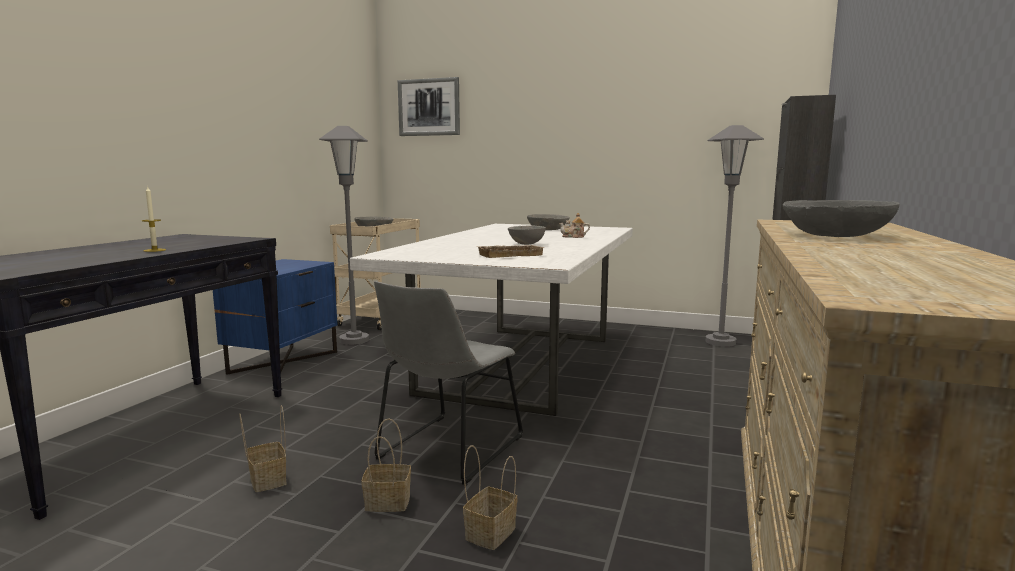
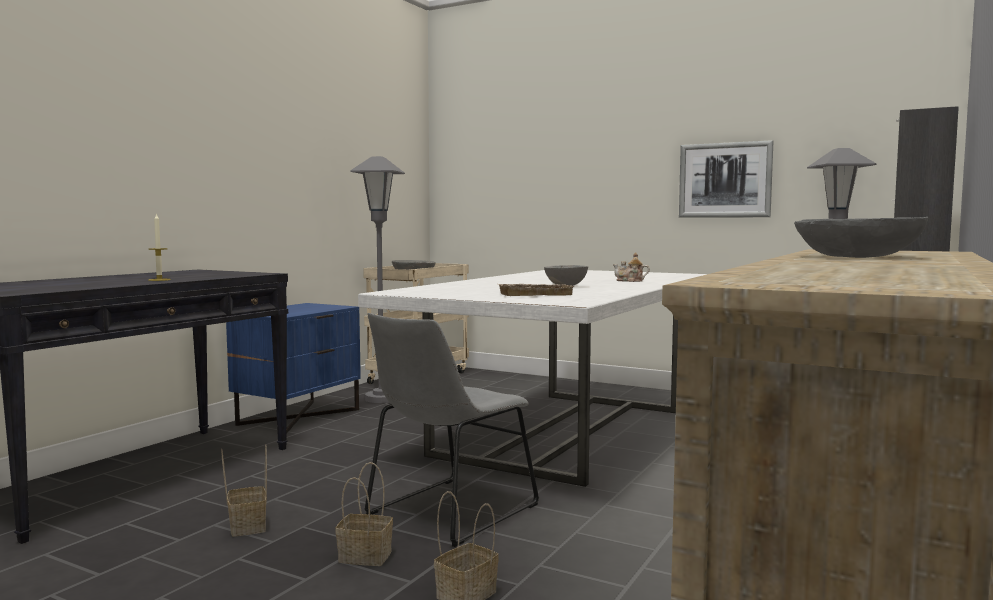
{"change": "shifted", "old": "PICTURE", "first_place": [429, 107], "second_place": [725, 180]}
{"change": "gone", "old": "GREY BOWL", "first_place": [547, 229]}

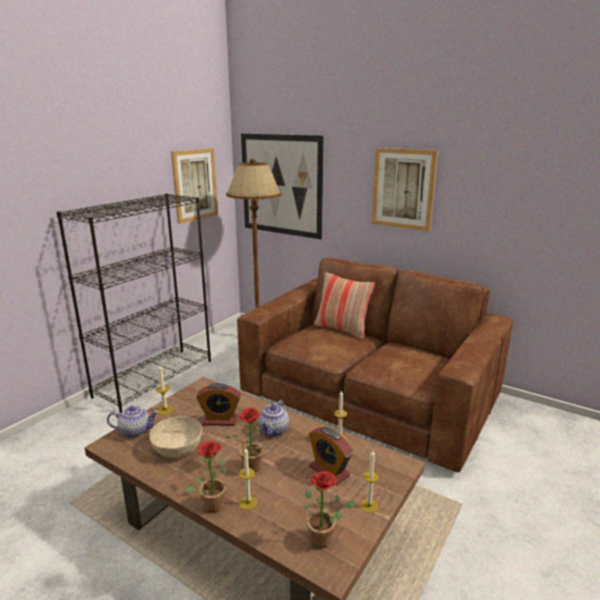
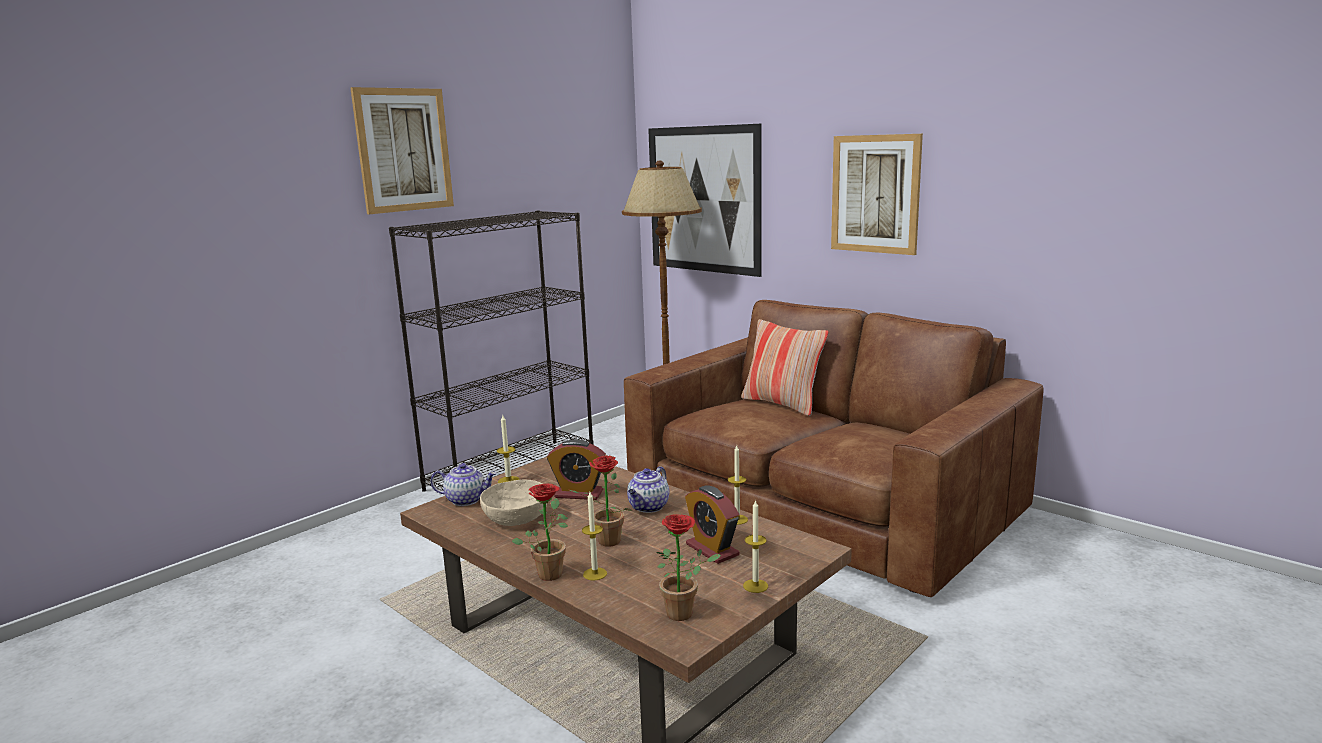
{"change": "shifted", "old": "PICTURE", "first_place": [195, 185], "second_place": [404, 150]}

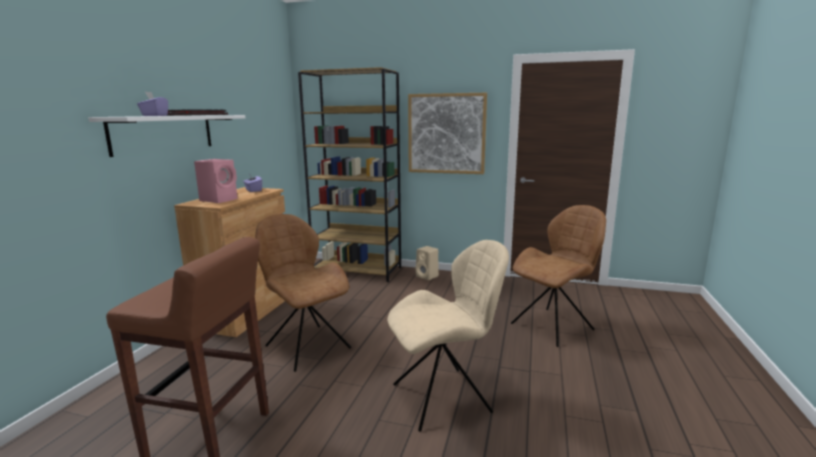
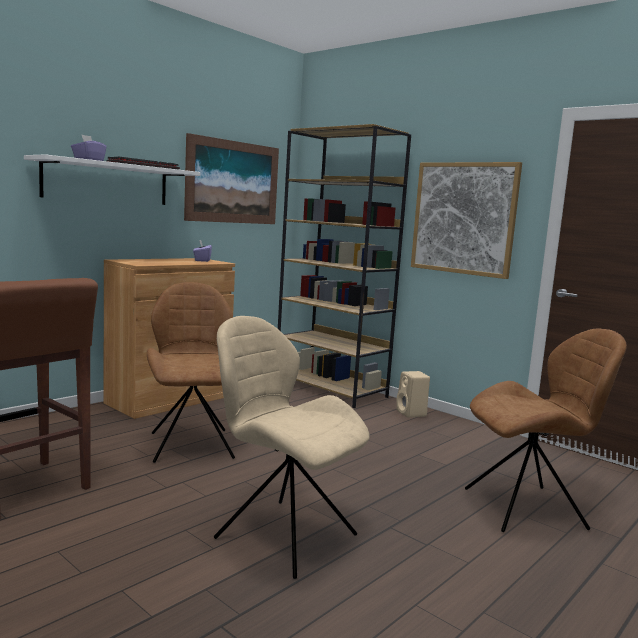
{"change": "gone", "old": "PINK SPEAKER", "first_place": [220, 200]}
{"change": "rotated", "old": "BEIGE CHAIR", "first_place": [444, 397], "second_place": [282, 534], "degrees": -150}
{"change": "new", "new": "PICTURE", "second_place": [233, 182]}

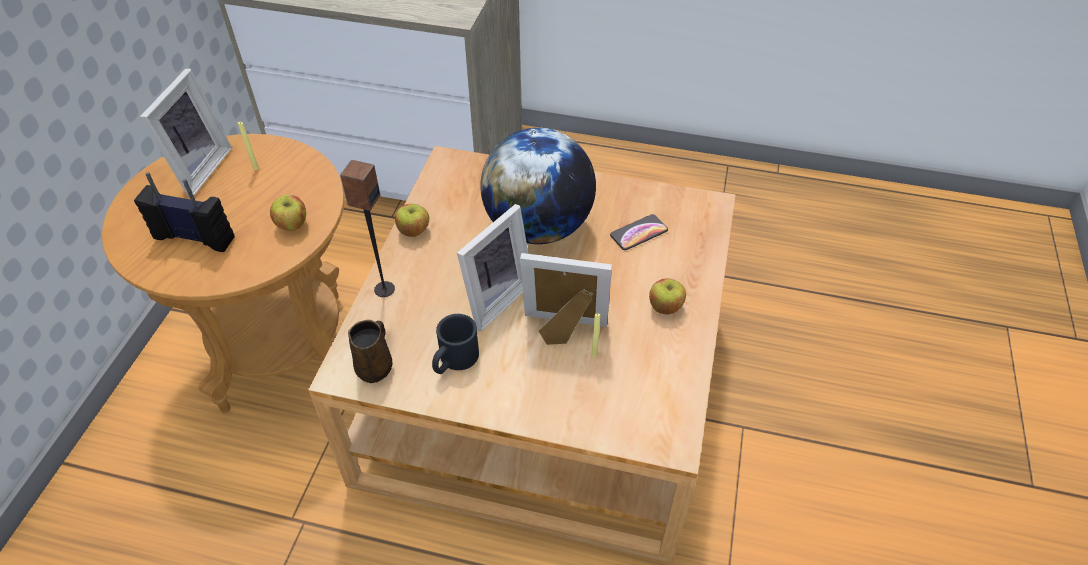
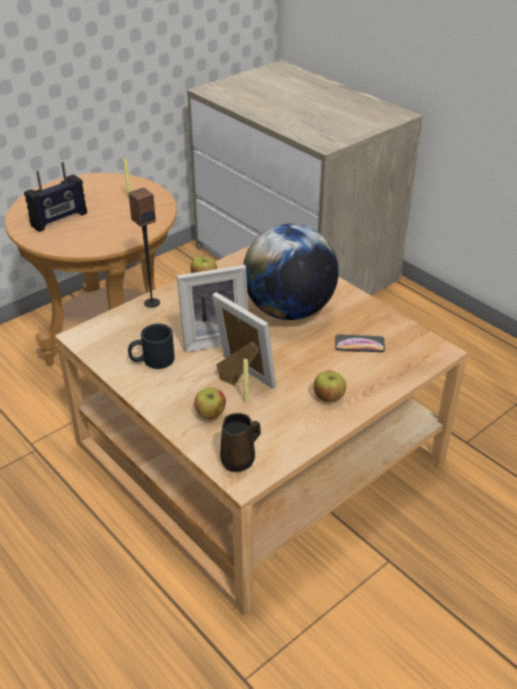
{"change": "rotated", "old": "RADIO", "first_place": [195, 237], "second_place": [59, 220], "degrees": 90}
{"change": "gone", "old": "PICTURE FRAME", "first_place": [197, 169]}
{"change": "shifted", "old": "APPLE", "first_place": [292, 225], "second_place": [210, 414]}
{"change": "shifted", "old": "BROWN MUG", "first_place": [375, 367], "second_place": [239, 460]}

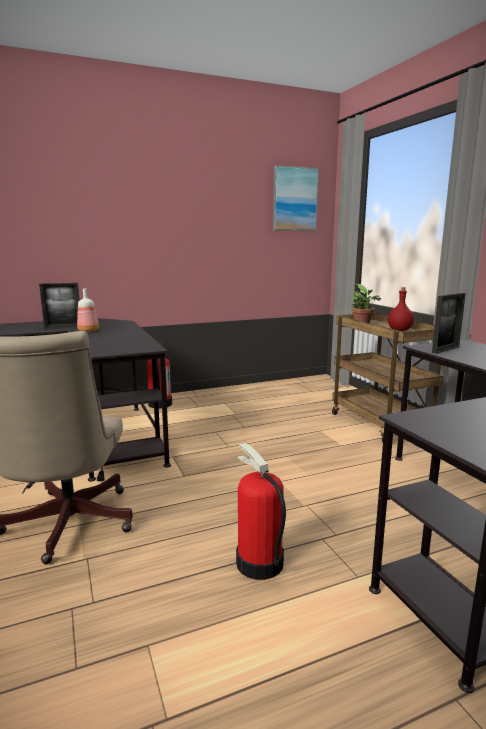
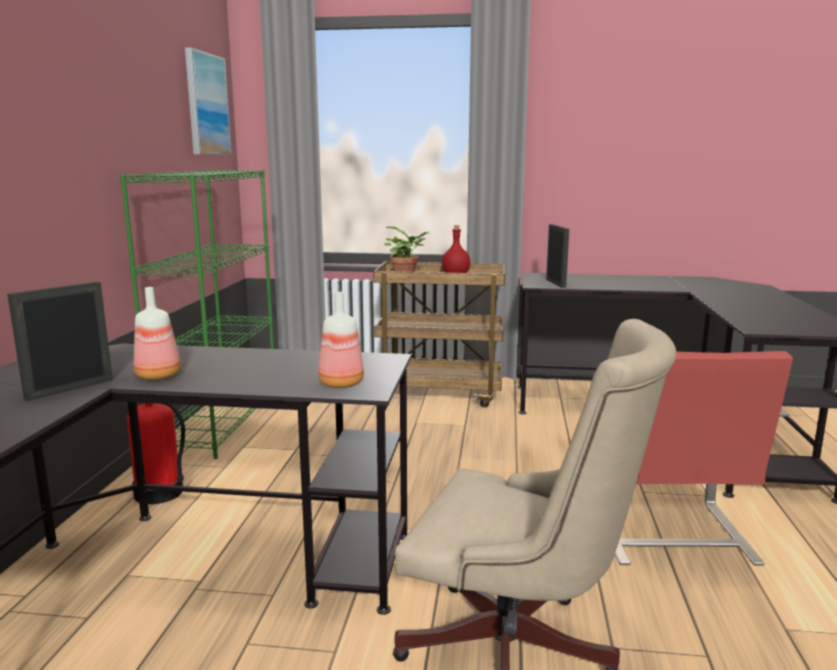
{"change": "rotated", "old": "PICTURE FRAME", "first_place": [63, 327], "second_place": [69, 389], "degrees": -150}
{"change": "swapped", "old": "FIRE EXTINGUISHER", "new": "RED CHAIR", "first_place": [258, 563], "second_place": [670, 534]}
{"change": "new", "new": "GREEN BOOKCASE", "second_place": [220, 422]}
{"change": "new", "new": "BOTTLE", "second_place": [339, 384]}

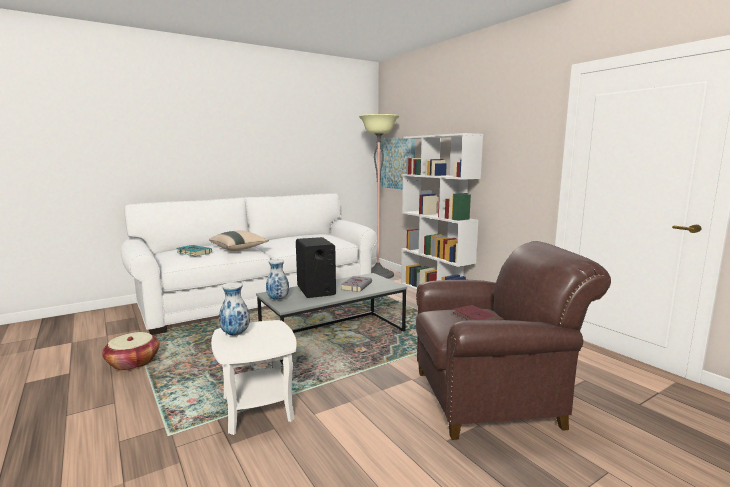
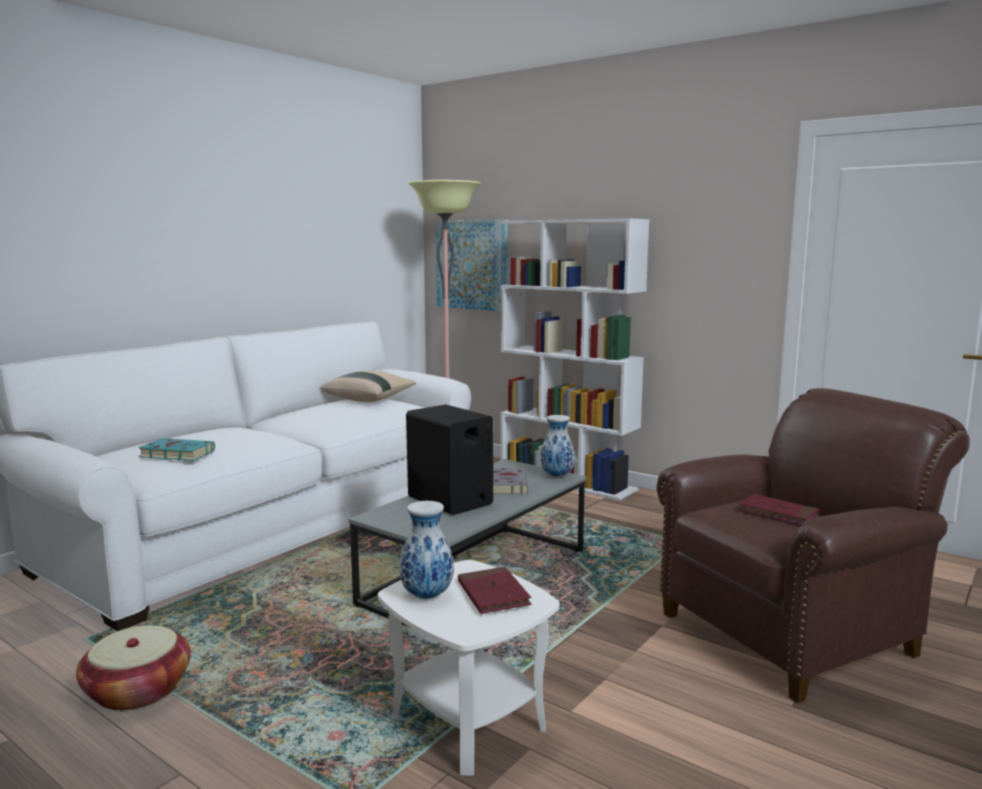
{"change": "shifted", "old": "BEIGE PILLOW", "first_place": [239, 249], "second_place": [369, 399]}
{"change": "shifted", "old": "VASE", "first_place": [277, 299], "second_place": [556, 476]}
{"change": "new", "new": "RED BOOK", "second_place": [493, 594]}

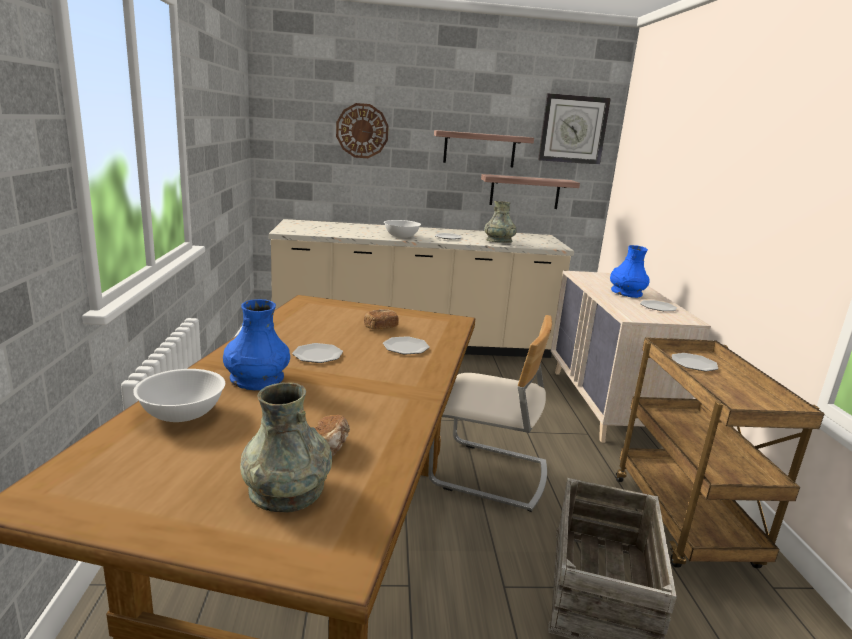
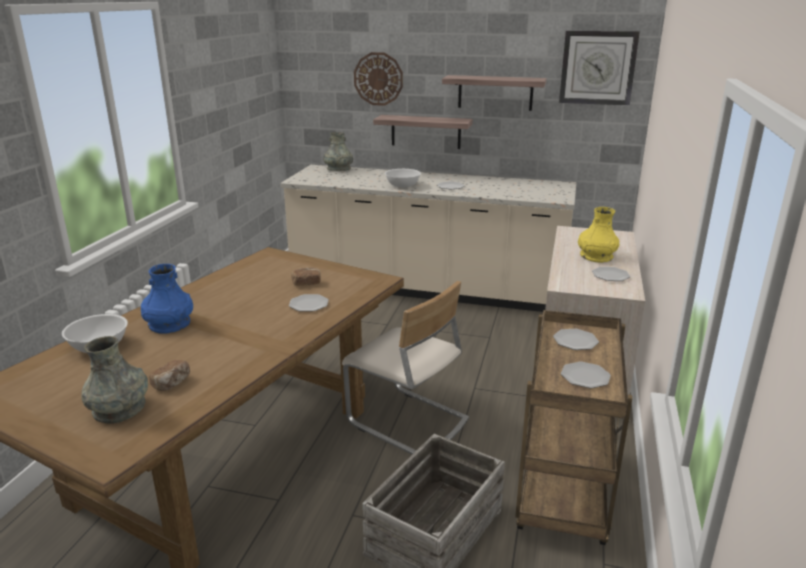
{"change": "shifted", "old": "PLATE", "first_place": [318, 355], "second_place": [585, 377]}
{"change": "shifted", "old": "SHELF", "first_place": [525, 192], "second_place": [426, 132]}
{"change": "shifted", "old": "GREY VASE", "first_place": [499, 241], "second_place": [338, 169]}
{"change": "repainted", "old": "BLUE VASE", "new": "YELLOW VASE", "first_place": [626, 293], "second_place": [596, 256]}

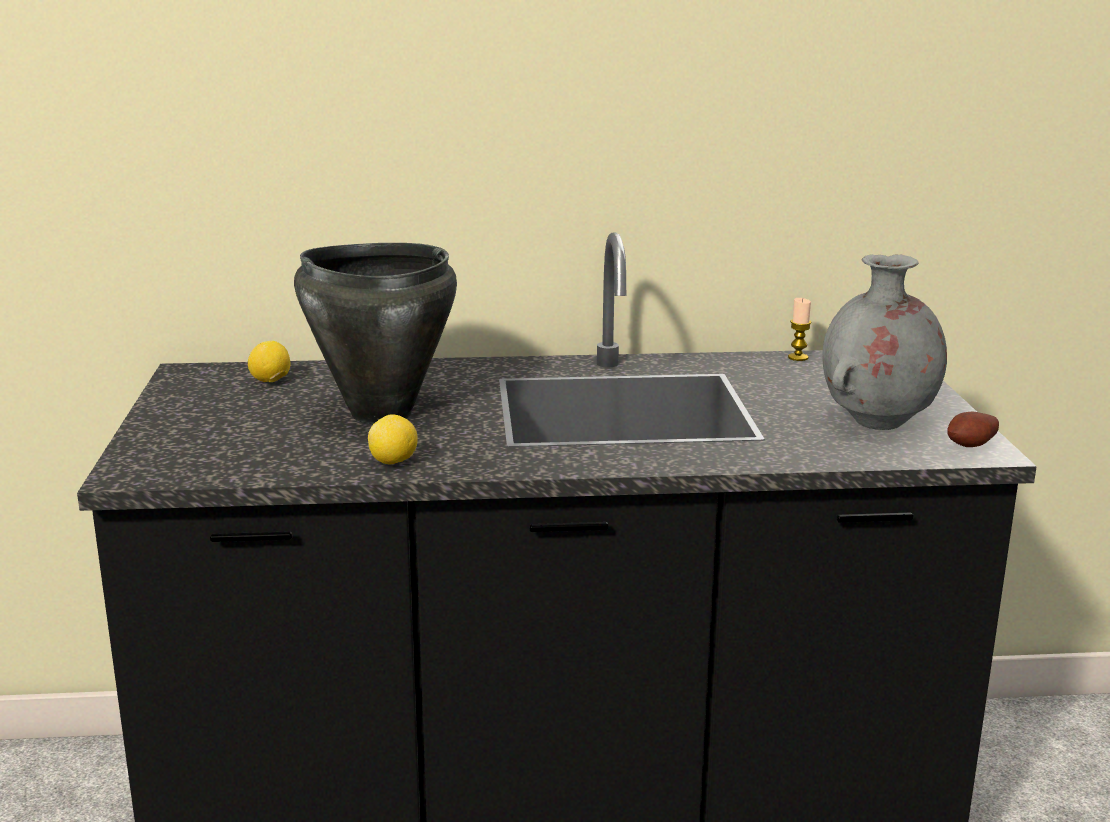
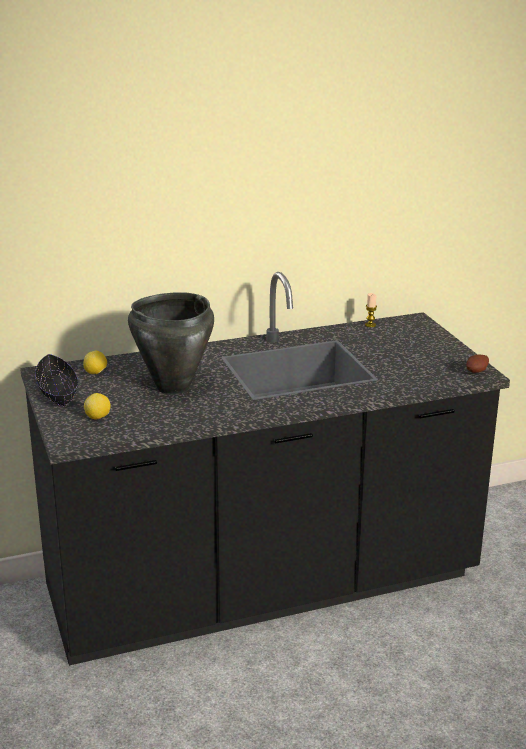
{"change": "shifted", "old": "LEMON", "first_place": [394, 462], "second_place": [98, 417]}
{"change": "gone", "old": "GREY VASE", "first_place": [877, 424]}
{"change": "new", "new": "BLACK BOWL", "second_place": [57, 391]}

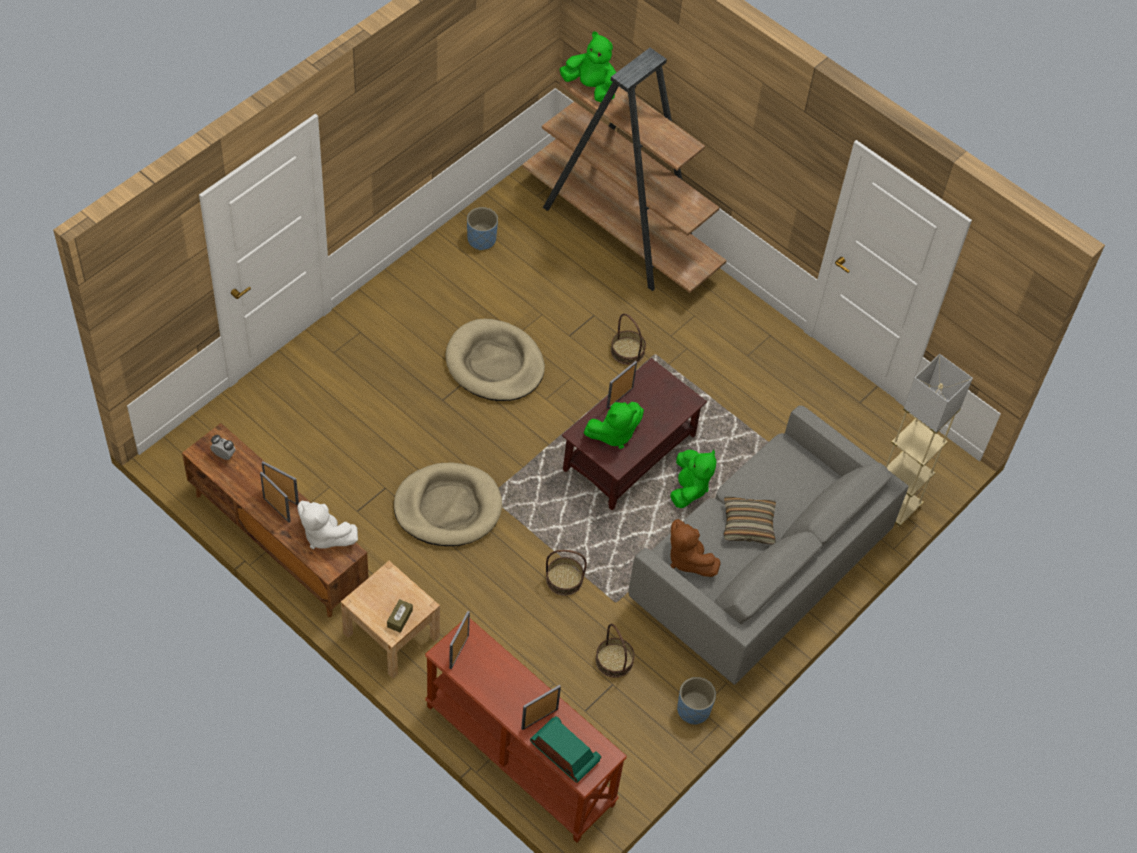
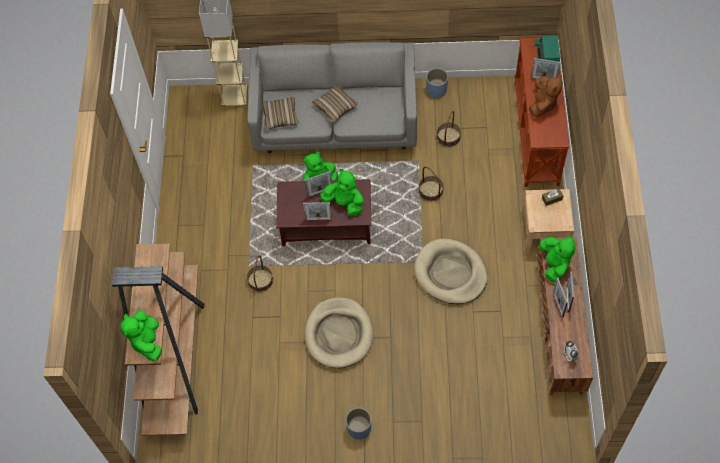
{"change": "repainted", "old": "WHITE PLUSH TOY", "new": "GREEN PLUSH TOY", "first_place": [324, 535], "second_place": [554, 264]}
{"change": "shifted", "old": "PICTURE FRAME", "first_place": [459, 651], "second_place": [320, 192]}
{"change": "shifted", "old": "BLUE PLANTER", "first_place": [481, 239], "second_place": [359, 428]}
{"change": "shifted", "old": "BROWN PLUSH TOY", "first_place": [688, 559], "second_place": [543, 104]}
{"change": "new", "new": "PILLOW", "second_place": [280, 116]}

